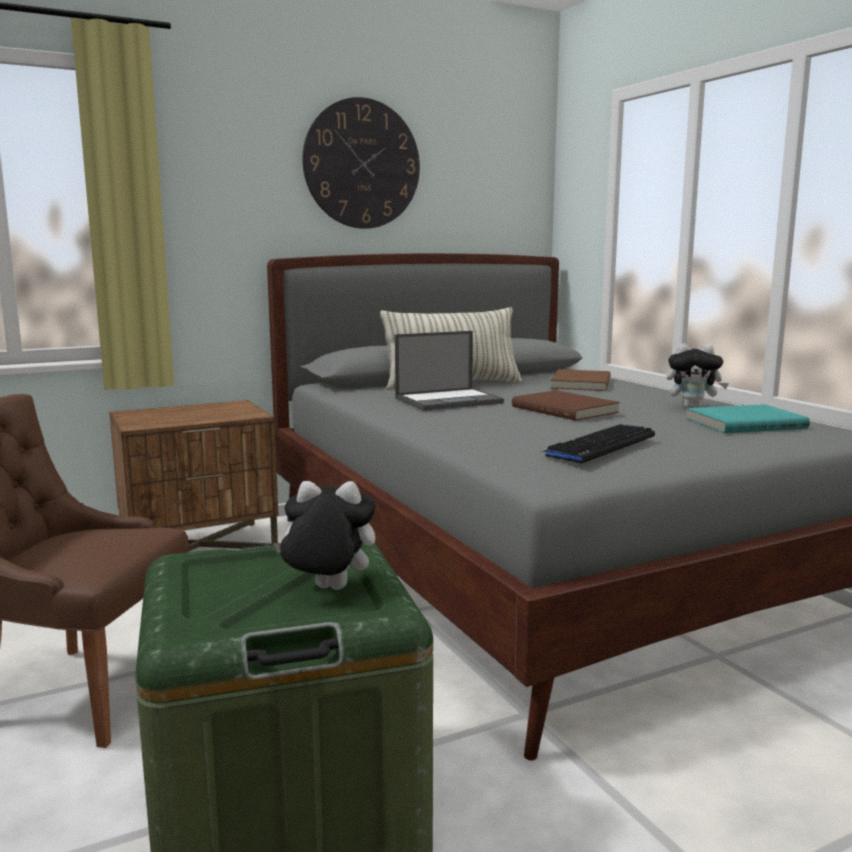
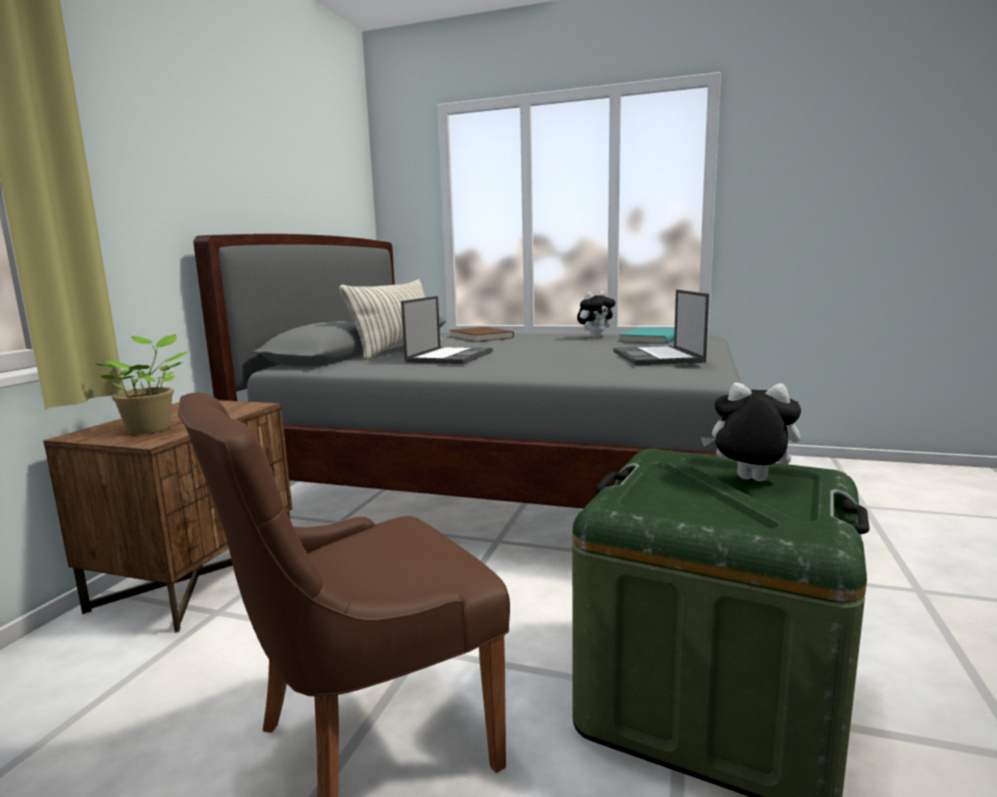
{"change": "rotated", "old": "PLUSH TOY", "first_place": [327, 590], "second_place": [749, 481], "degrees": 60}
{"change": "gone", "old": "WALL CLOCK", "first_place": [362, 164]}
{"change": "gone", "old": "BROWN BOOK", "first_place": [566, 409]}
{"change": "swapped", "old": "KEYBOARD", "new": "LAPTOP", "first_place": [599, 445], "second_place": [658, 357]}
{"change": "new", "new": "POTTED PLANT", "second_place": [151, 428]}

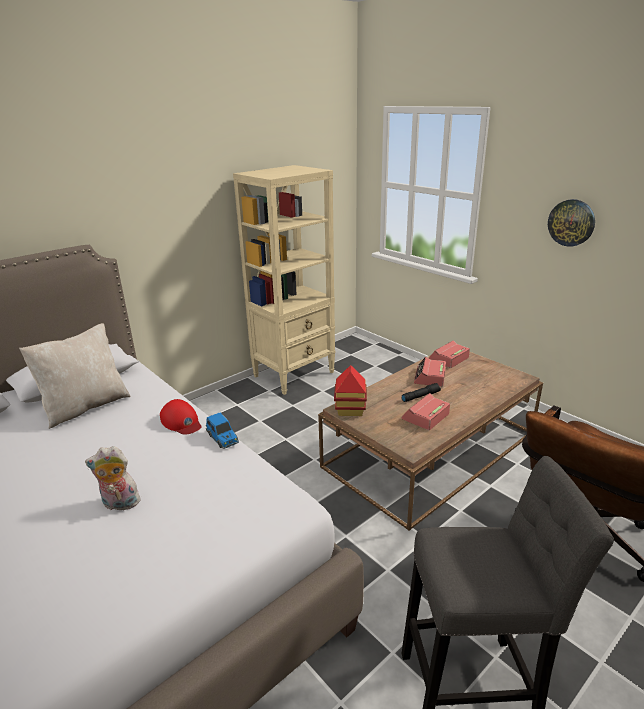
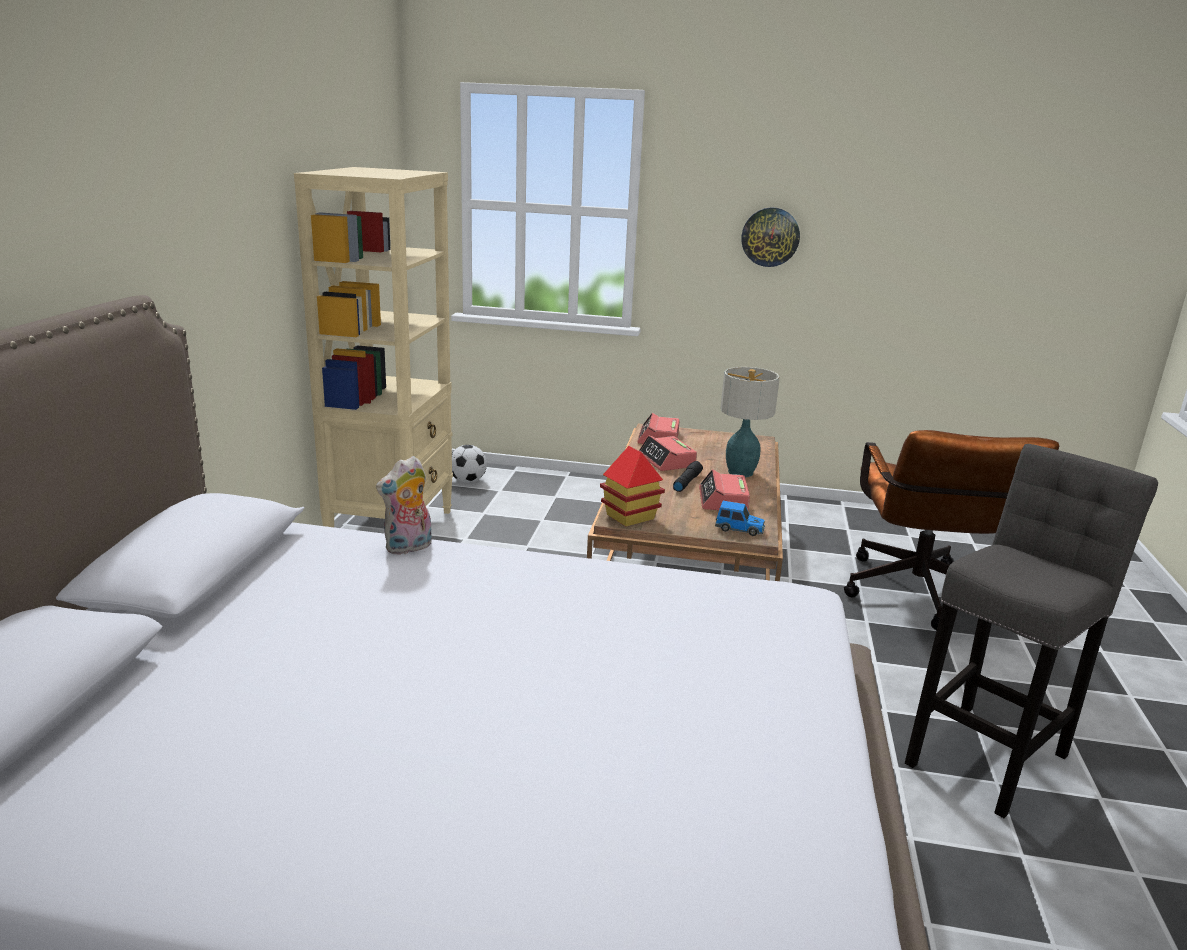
{"change": "gone", "old": "BEIGE PILLOW", "first_place": [86, 406]}
{"change": "shifted", "old": "PLUSH TOY", "first_place": [119, 504], "second_place": [408, 548]}
{"change": "gone", "old": "RED CAP", "first_place": [181, 422]}
{"change": "shifted", "old": "TOY CAR", "first_place": [223, 438], "second_place": [739, 529]}
{"change": "new", "new": "FOOTBALL", "second_place": [468, 481]}
{"change": "new", "new": "TABLE LAMP", "second_place": [740, 473]}

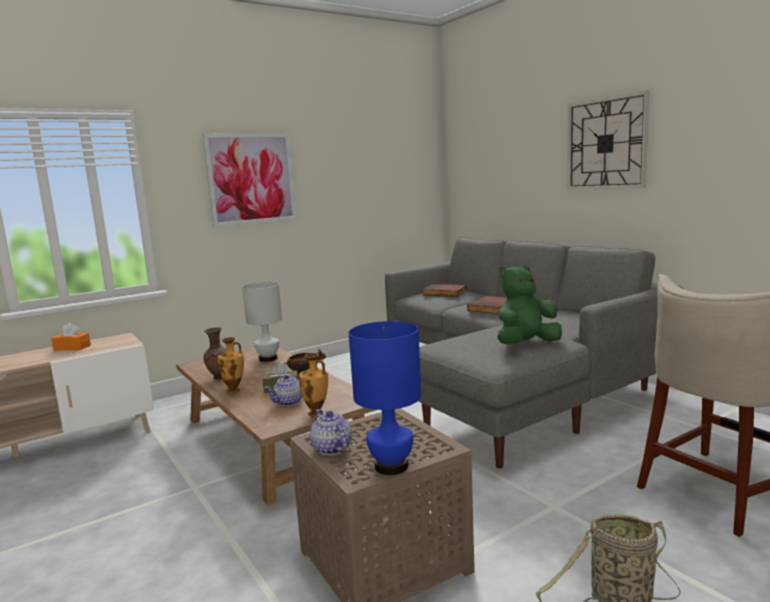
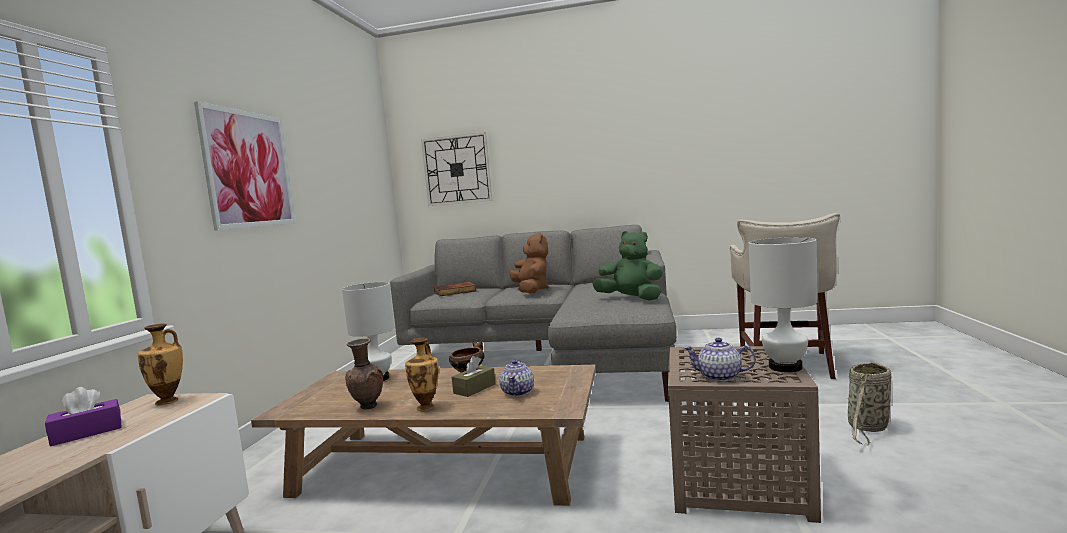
{"change": "repainted", "old": "ORANGE TISSUE BOX", "new": "PURPLE TISSUE BOX", "first_place": [72, 348], "second_place": [87, 433]}
{"change": "shifted", "old": "VASE", "first_place": [316, 414], "second_place": [168, 401]}
{"change": "repainted", "old": "BLUE TABLE LAMP", "new": "WHITE TABLE LAMP", "first_place": [392, 466], "second_place": [785, 367]}
{"change": "swapped", "old": "BOOK", "new": "BROWN PLUSH TOY", "first_place": [493, 308], "second_place": [531, 290]}
{"change": "rotated", "old": "GREEN PLUSH TOY", "first_place": [526, 344], "second_place": [631, 299], "degrees": 105}
{"change": "shifted", "old": "WALL CLOCK", "first_place": [606, 143], "second_place": [457, 169]}

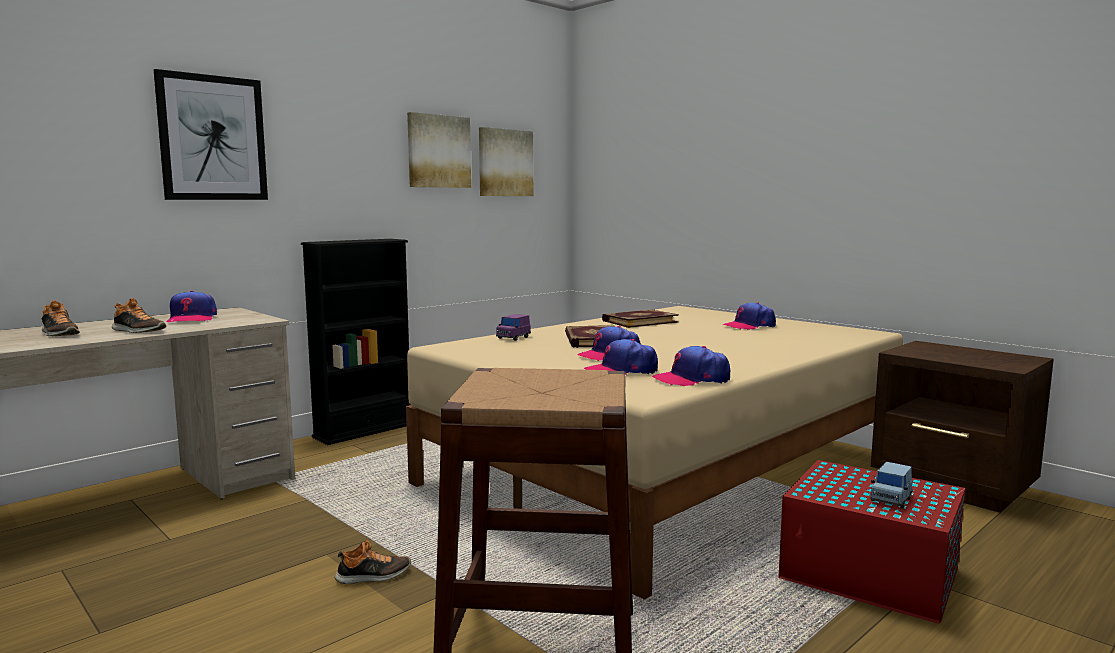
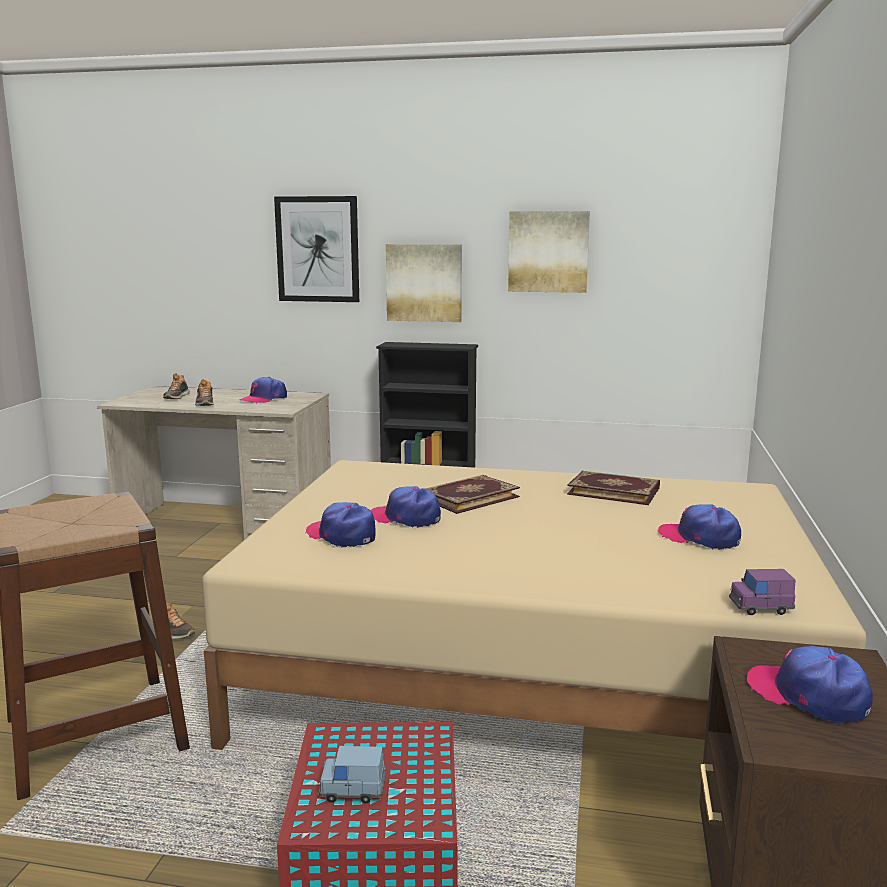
{"change": "shifted", "old": "PICTURE", "first_place": [505, 163], "second_place": [424, 282]}
{"change": "shifted", "old": "PURPLE TOY CAR", "first_place": [513, 338], "second_place": [760, 607]}
{"change": "shifted", "old": "CAP", "first_place": [692, 379], "second_place": [808, 695]}

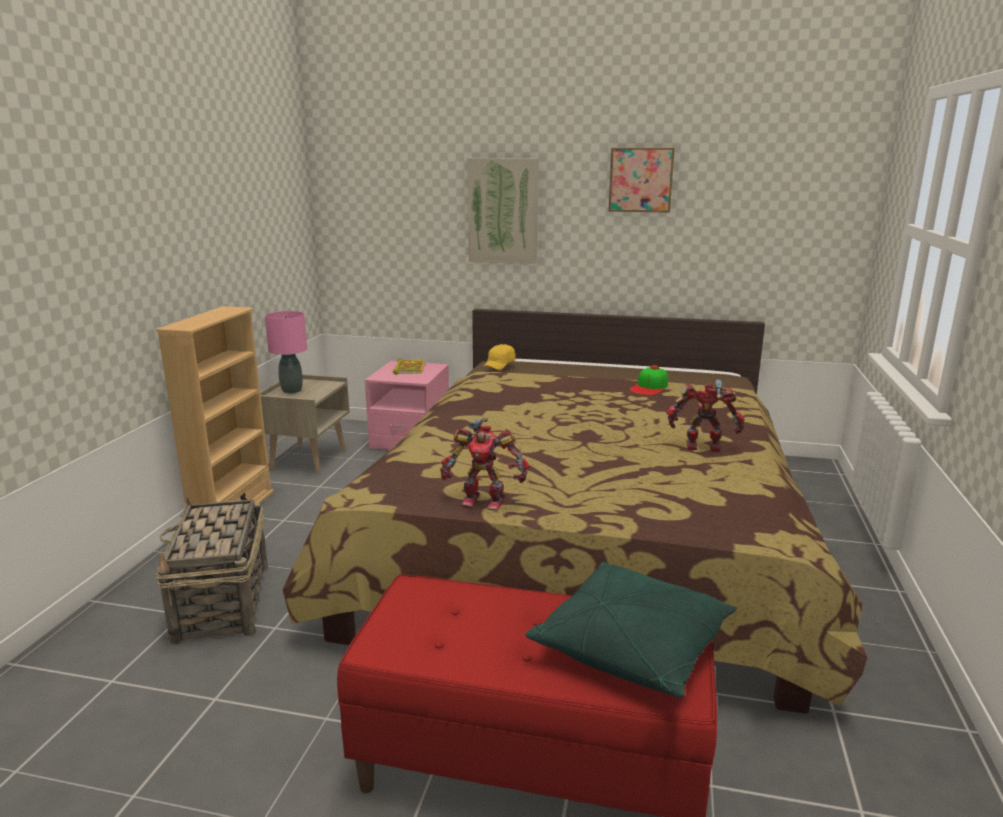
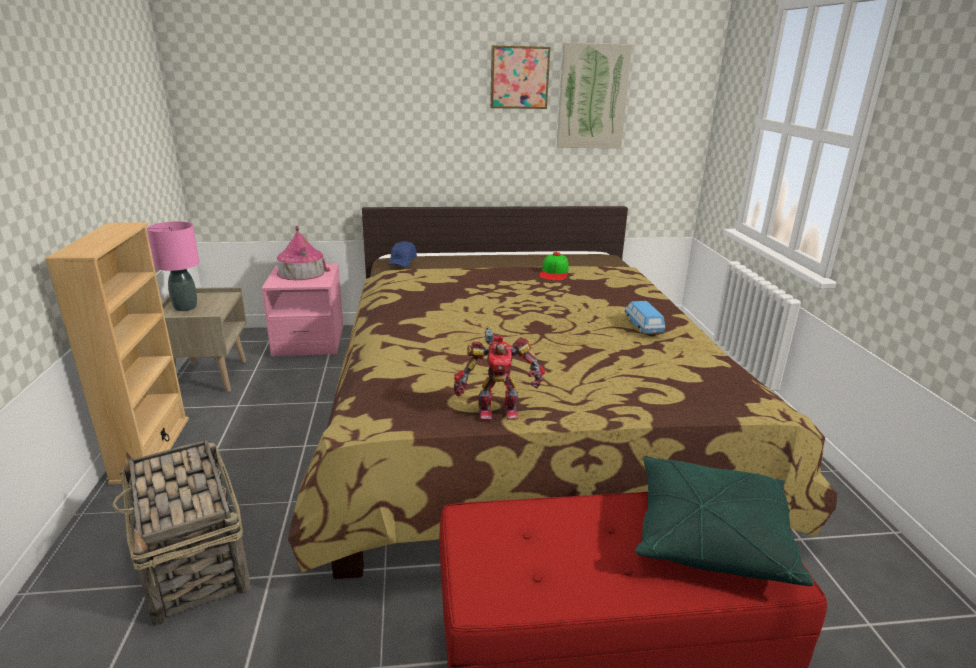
{"change": "swapped", "old": "BOOK", "new": "TOY HOUSE", "first_place": [409, 369], "second_place": [302, 272]}
{"change": "shifted", "old": "PICTURE", "first_place": [503, 211], "second_place": [592, 97]}
{"change": "repainted", "old": "YELLOW CAP", "new": "BLUE CAP", "first_place": [499, 365], "second_place": [402, 262]}
{"change": "swapped", "old": "TOY ROBOT", "new": "TOY CAR", "first_place": [703, 447], "second_place": [643, 326]}

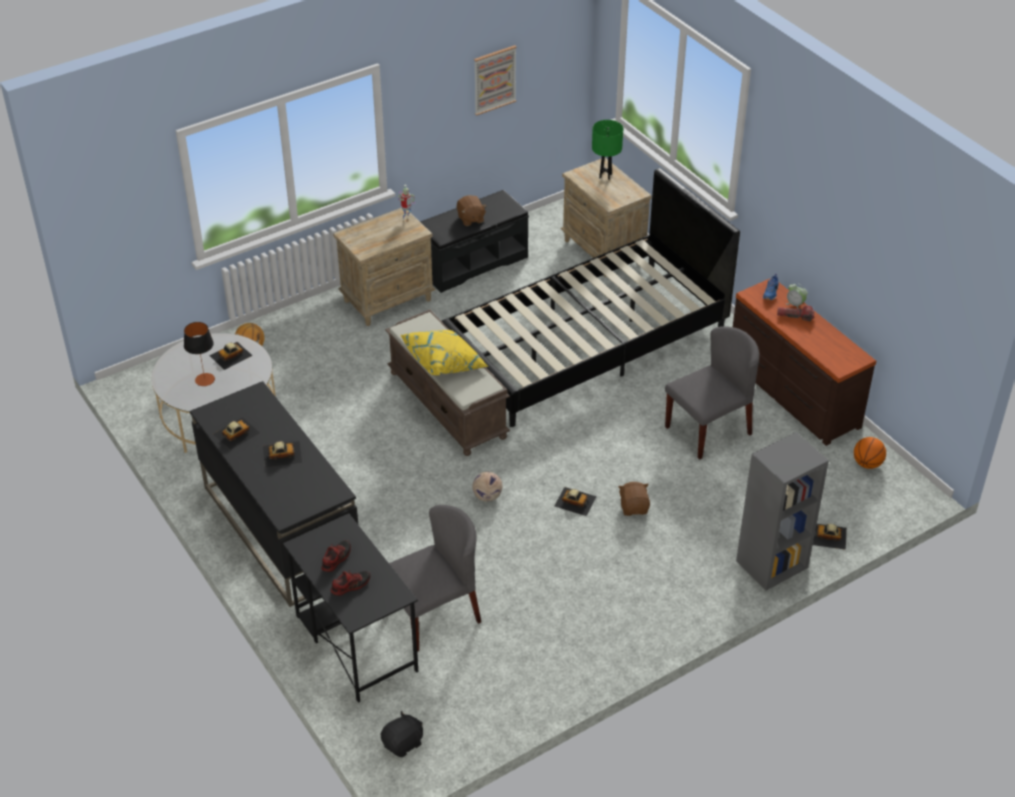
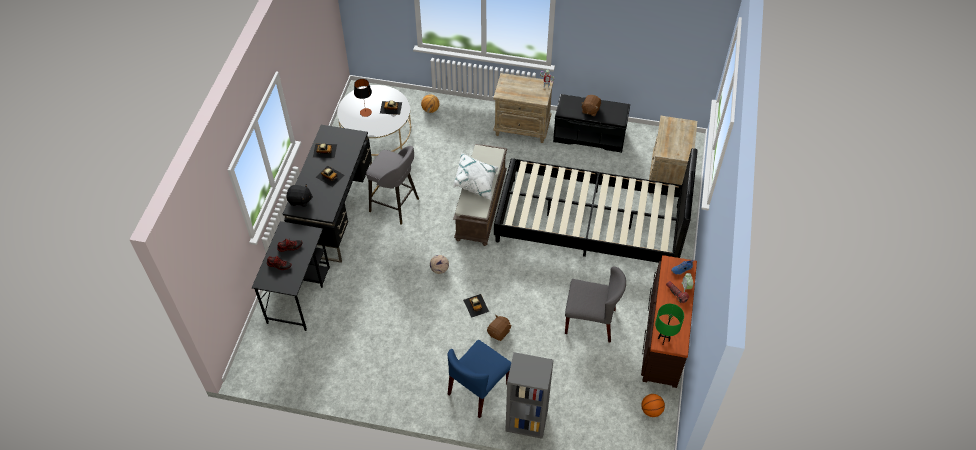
{"change": "shifted", "old": "BLACK PLUSH TOY", "first_place": [403, 743], "second_place": [300, 200]}
{"change": "gone", "old": "GREY CHAIR", "first_place": [433, 615]}
{"change": "repainted", "old": "YELLOW PILLOW", "new": "WHITE PILLOW", "first_place": [445, 363], "second_place": [476, 183]}
{"change": "gone", "old": "PICTURE", "first_place": [494, 79]}
{"change": "shifted", "old": "GREEN TABLE LAMP", "first_place": [605, 176], "second_place": [663, 339]}
{"change": "gone", "old": "TOY CAR", "first_place": [828, 536]}
{"change": "new", "new": "GREY STOOL", "second_place": [395, 206]}
{"change": "new", "new": "BLUE CHAIR", "second_place": [478, 389]}

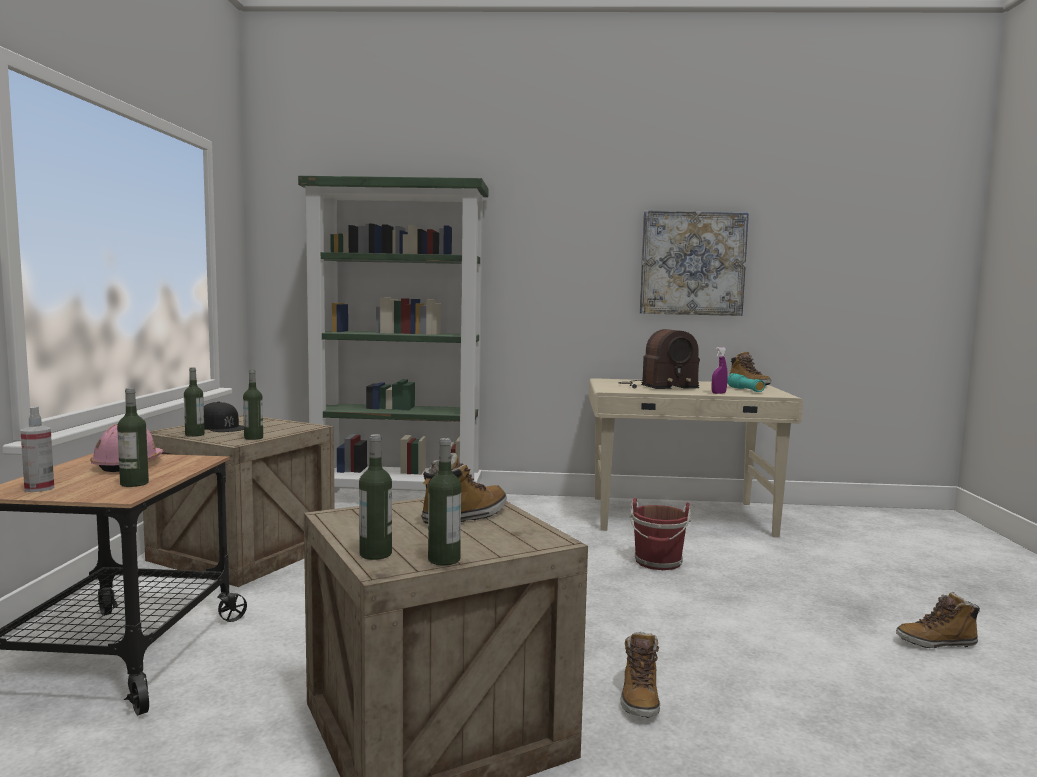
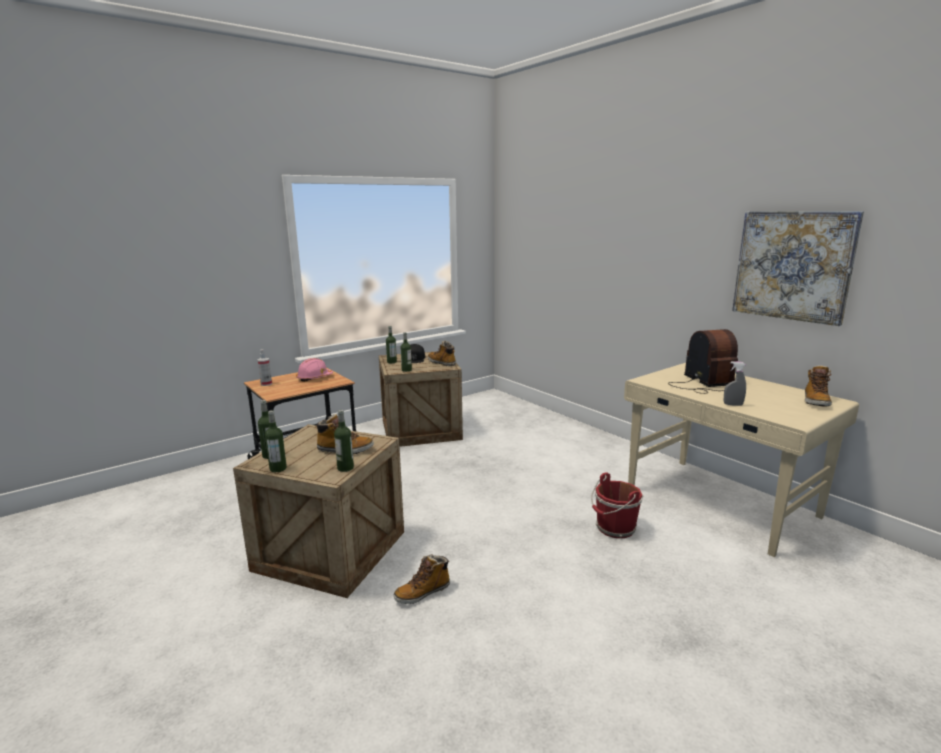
{"change": "shifted", "old": "BOTTLE", "first_place": [134, 483], "second_place": [345, 468]}
{"change": "gone", "old": "GREEN BOOKCASE", "first_place": [398, 498]}
{"change": "rotated", "old": "RADIO", "first_place": [656, 386], "second_place": [703, 384], "degrees": -135}
{"change": "repainted", "old": "PURPLE SPRAY BOTTLE", "new": "GREY SPRAY BOTTLE", "first_place": [718, 393], "second_place": [733, 404]}
{"change": "gone", "old": "TURQUOISE FLASHLIGHT", "first_place": [745, 390]}
{"change": "shifted", "old": "BOOT", "first_place": [936, 642], "second_place": [442, 363]}

